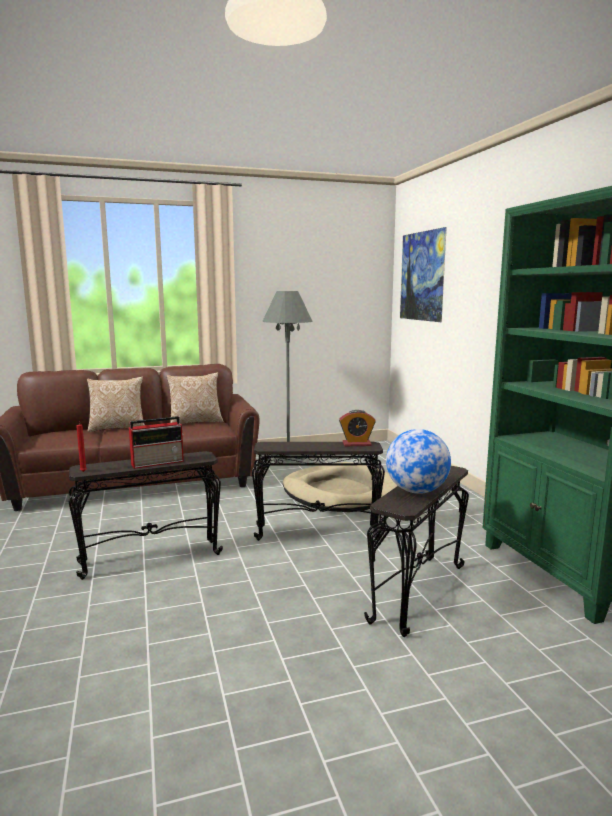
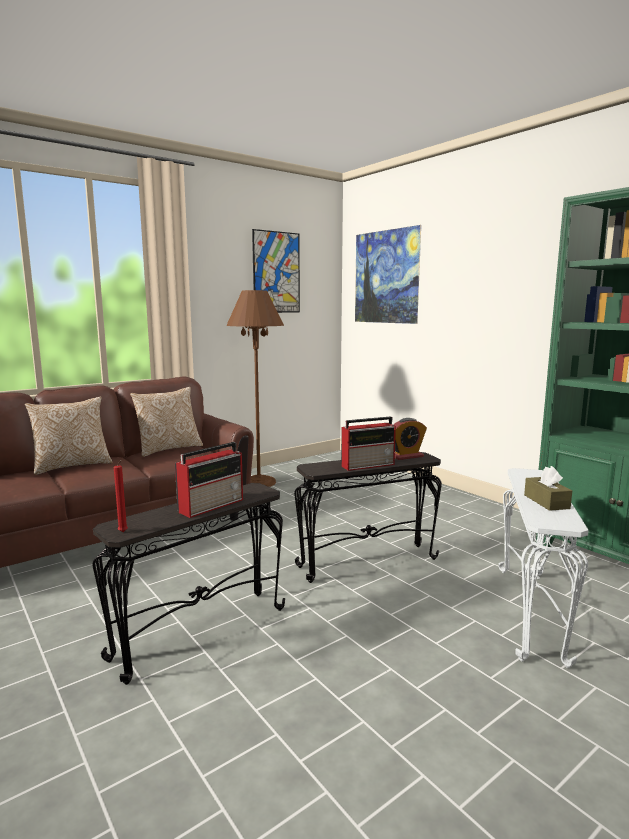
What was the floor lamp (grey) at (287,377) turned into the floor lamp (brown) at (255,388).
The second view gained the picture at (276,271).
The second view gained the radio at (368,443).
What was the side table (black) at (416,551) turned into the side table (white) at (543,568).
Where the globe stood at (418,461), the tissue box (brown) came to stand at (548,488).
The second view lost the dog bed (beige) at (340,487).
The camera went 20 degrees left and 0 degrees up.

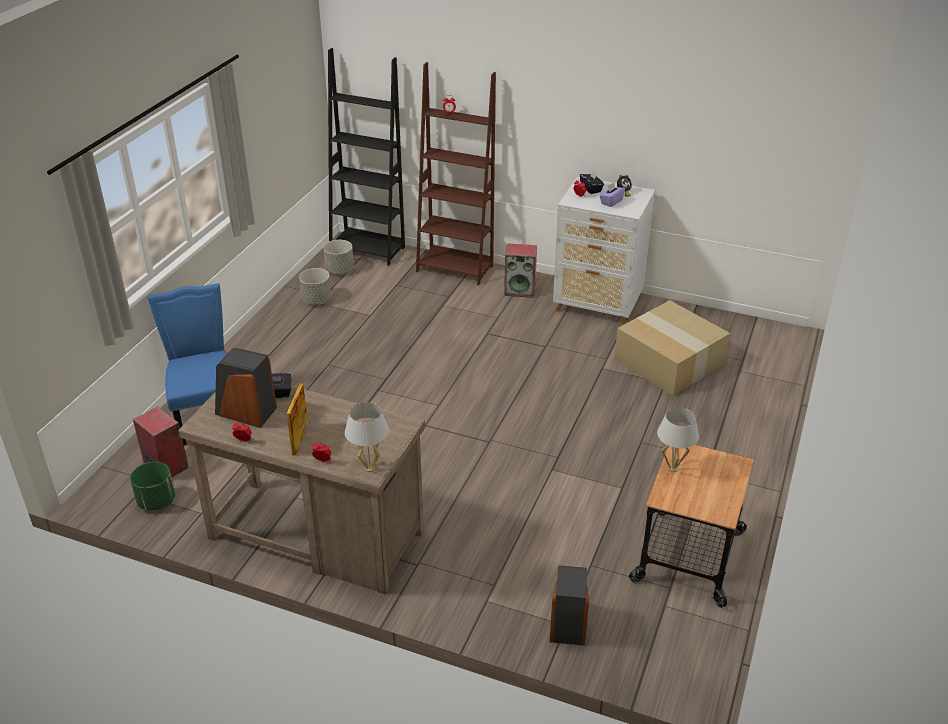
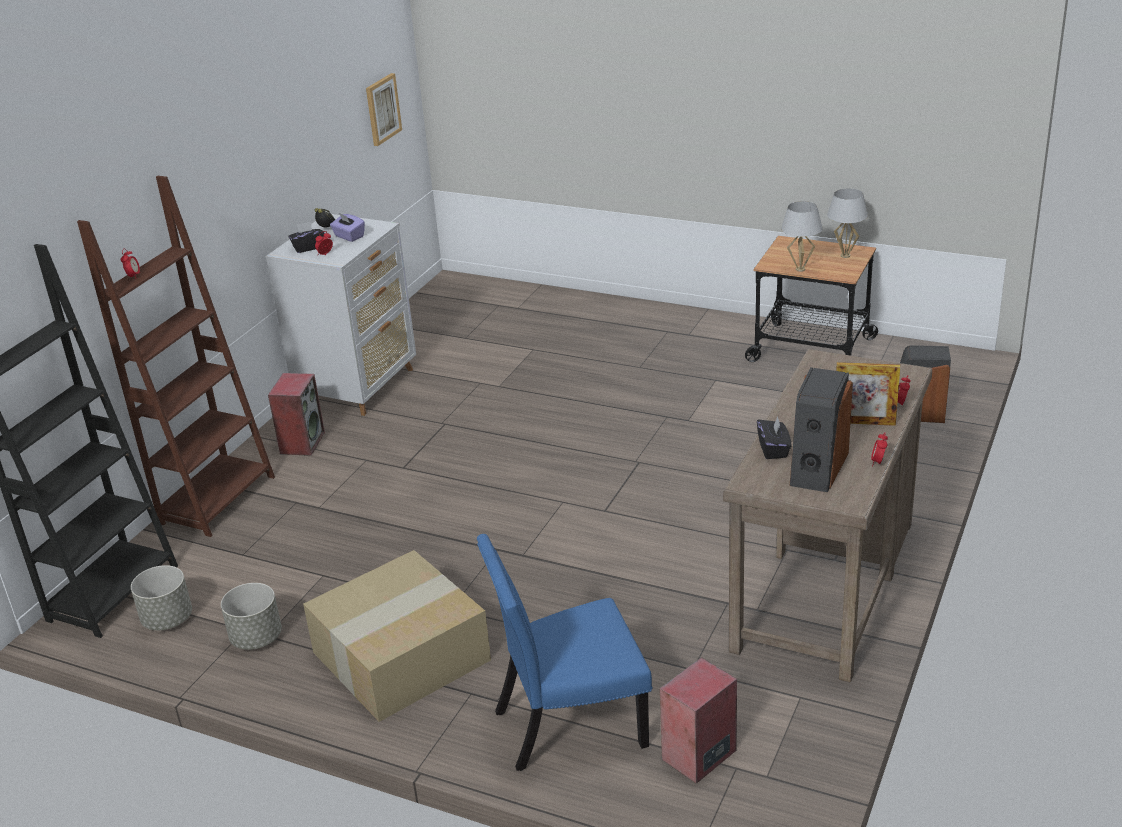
The cardboard box ended up elsewhere, having gone from (672,348) to (397,636).
The second view gained the picture at (384,109).
The table lamp (white) ended up elsewhere, having gone from (367,437) to (847,223).
The second view lost the planter (green) at (152,486).
The camera went 85 degrees left and 5 degrees down.

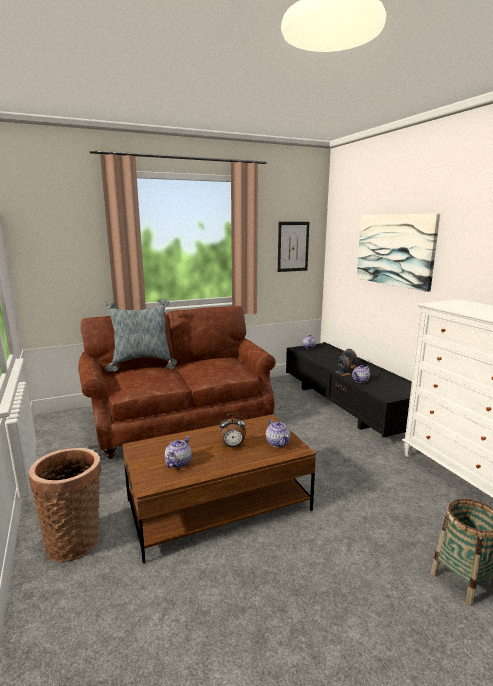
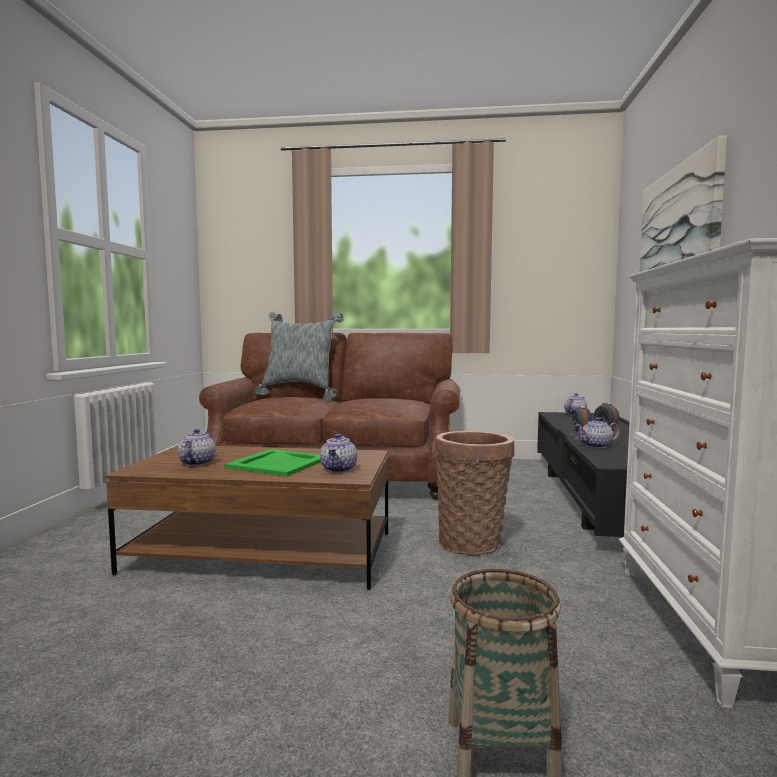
The teapot at (178,452) ended up facing another way, 45 degrees counterclockwise from before.
Where the alarm clock stood at (232,430), the tray (green) came to stand at (272,462).
The basket ended up elsewhere, having gone from (65,505) to (475,493).
The second view lost the picture at (293,247).
The camera went 30 degrees right and 10 degrees down.

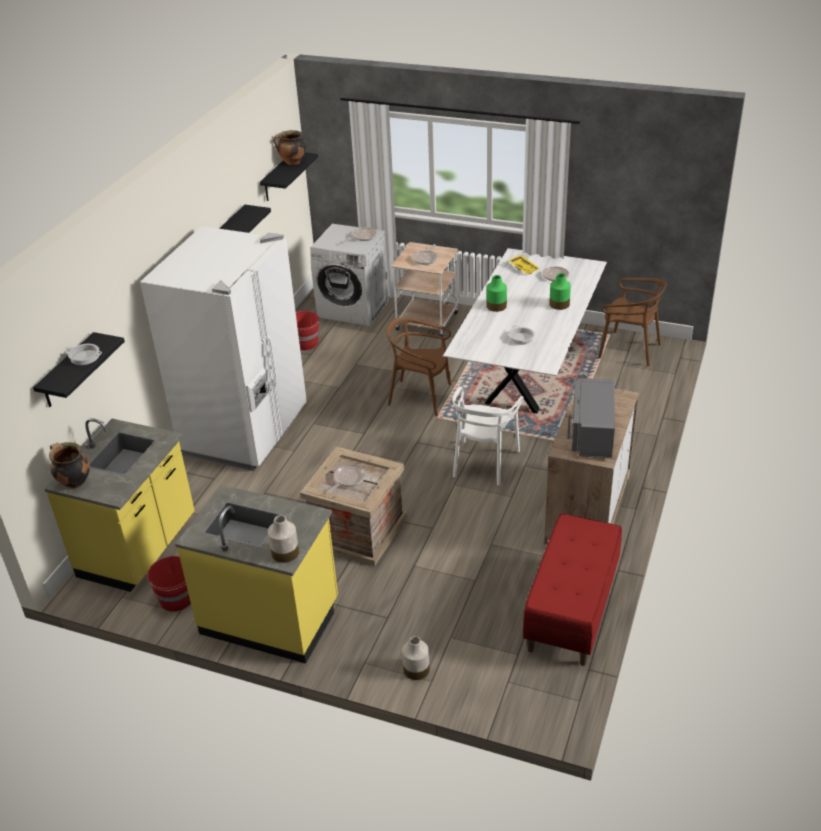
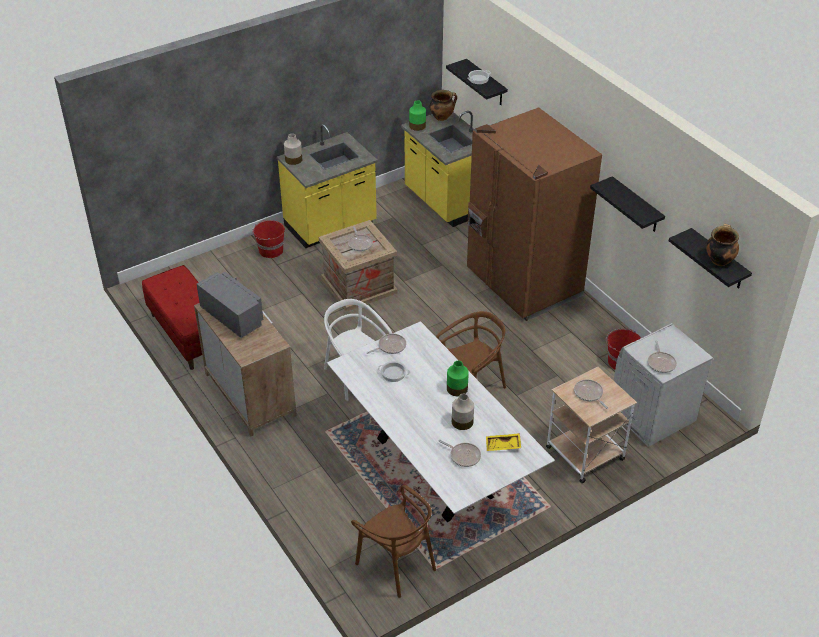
The bucket (red) ended up elsewhere, having gone from (169,584) to (268,239).
The chair (brown) at (632,322) ended up facing another way, 105 degrees counterclockwise from before.
The second view gained the frying pan at (386,344).
The vase (green) ended up elsewhere, having gone from (560,291) to (417,115).
The vase (beige) ended up elsewhere, having gone from (416,658) to (463,412).
What was the fridge (white) at (223,348) turned into the fridge (brown) at (534,214).
The camera went 125 degrees right and 5 degrees up.

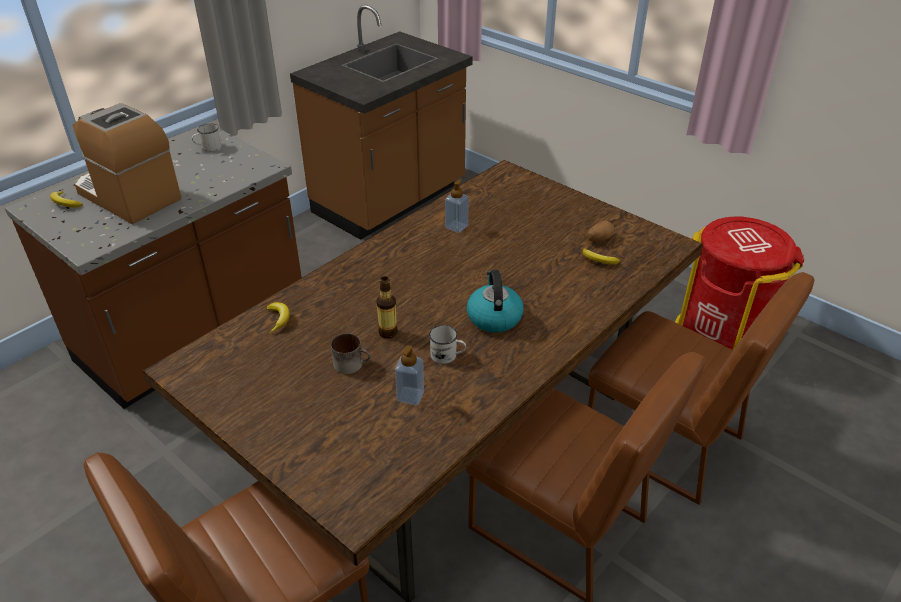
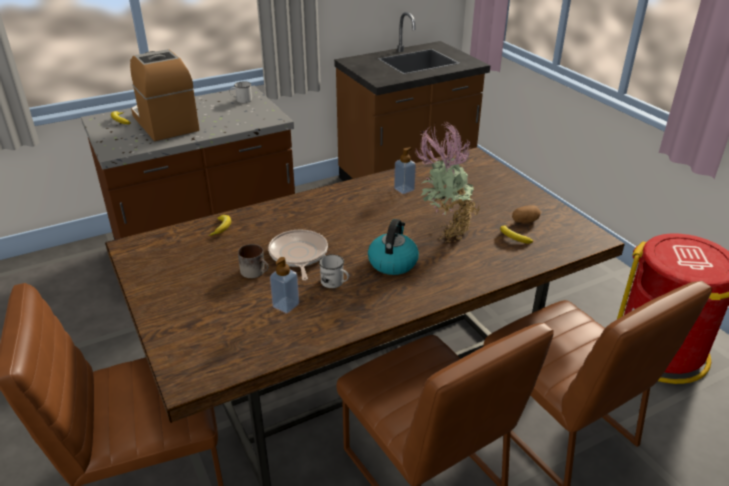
Where the bottle stood at (387,307), the frying pan came to stand at (298,255).
The second view gained the potted plant at (448,182).
The camera went 20 degrees right and 5 degrees down.

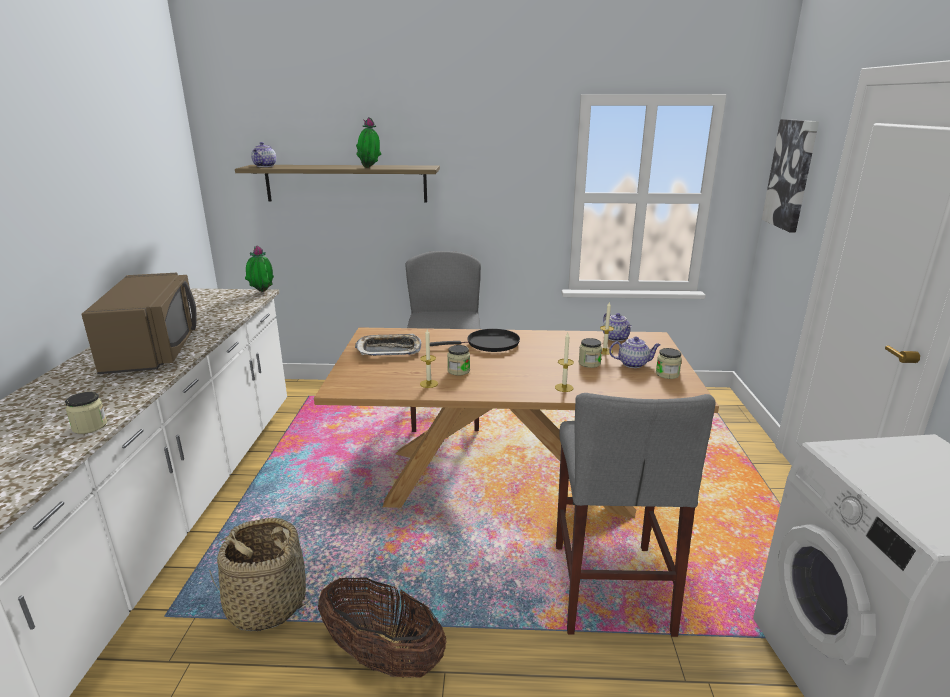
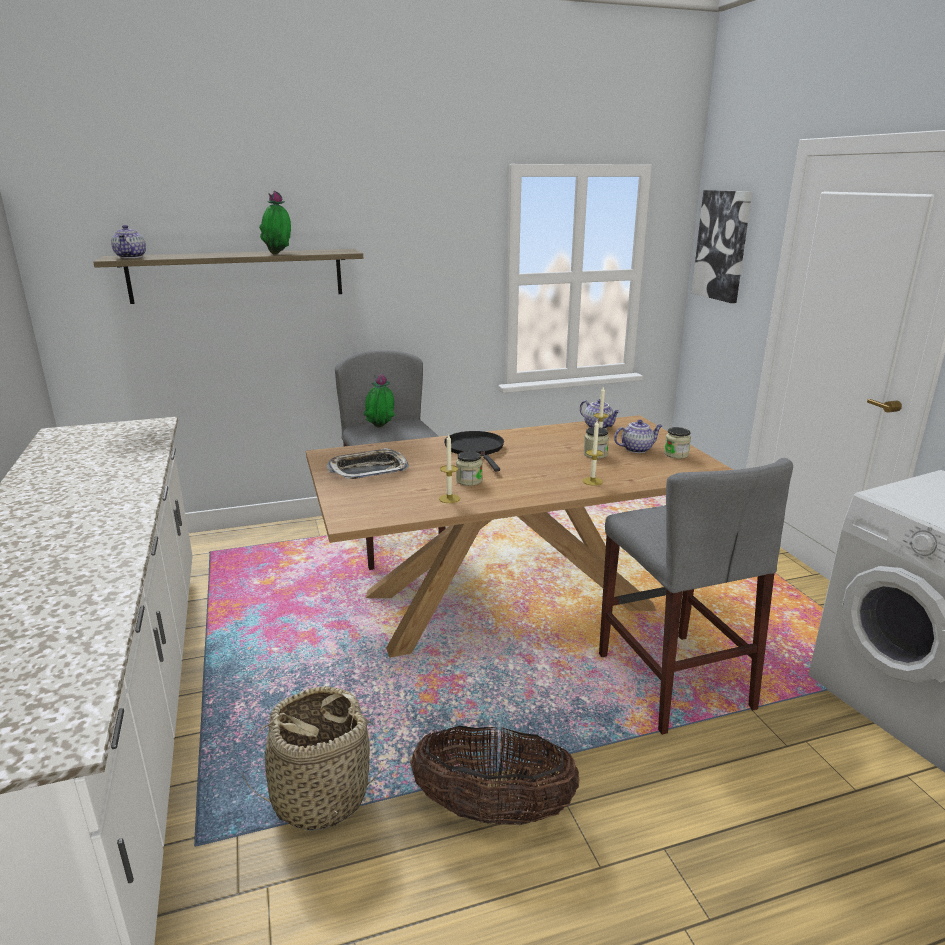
The potted plant ended up elsewhere, having gone from (259,269) to (379,401).
The frying pan (black) at (475,340) ended up facing another way, 75 degrees counterclockwise from before.
The second view lost the jar at (86,413).
The second view lost the microwave (brown) at (139,323).
The camera went 20 degrees left and 0 degrees up.

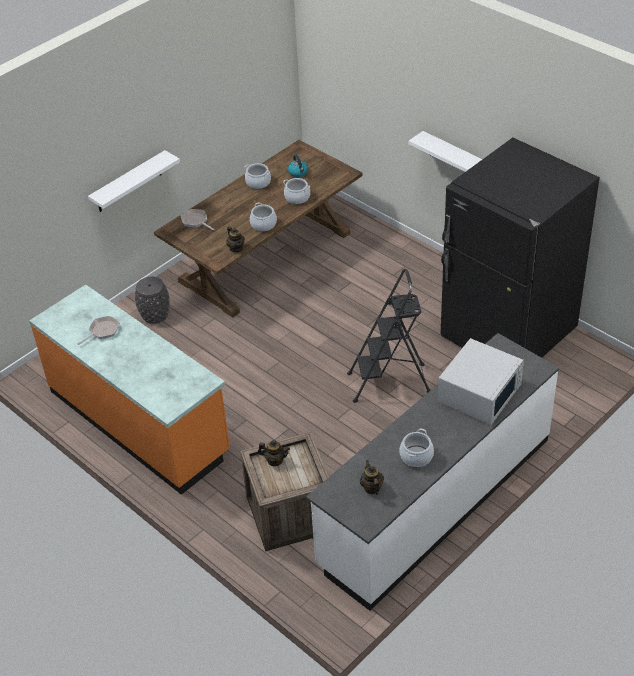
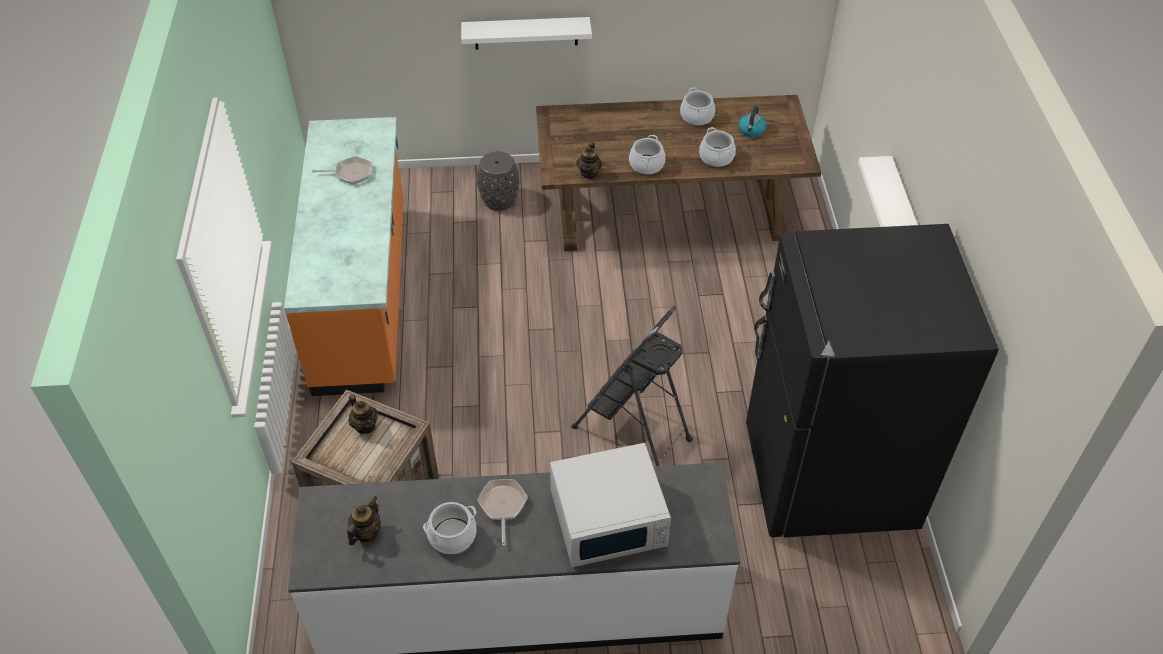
The frying pan ended up elsewhere, having gone from (197,219) to (502,512).
The camera went 40 degrees right and 5 degrees up.

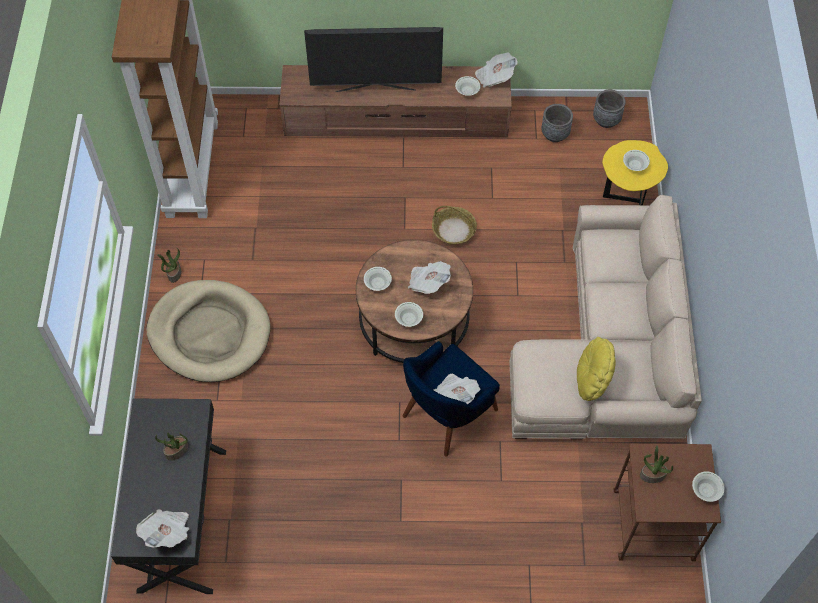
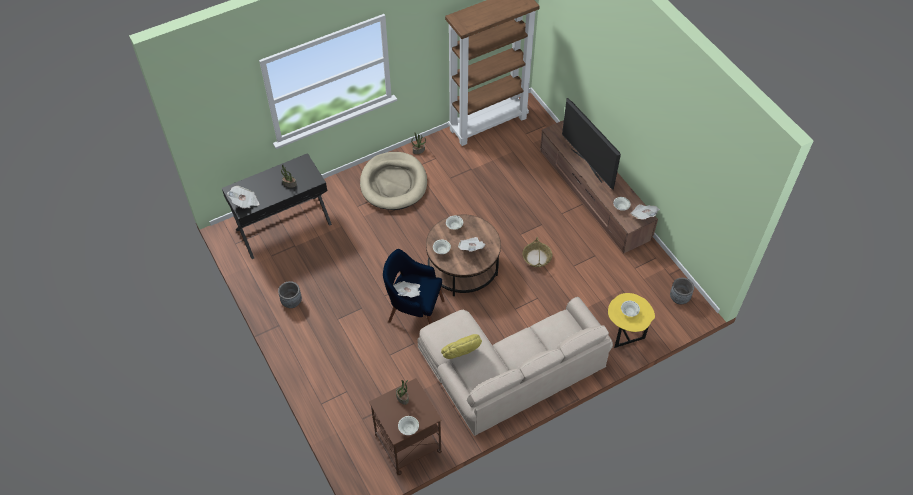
The planter (grey) ended up elsewhere, having gone from (557,123) to (290,294).
The camera went 60 degrees right and 5 degrees down.

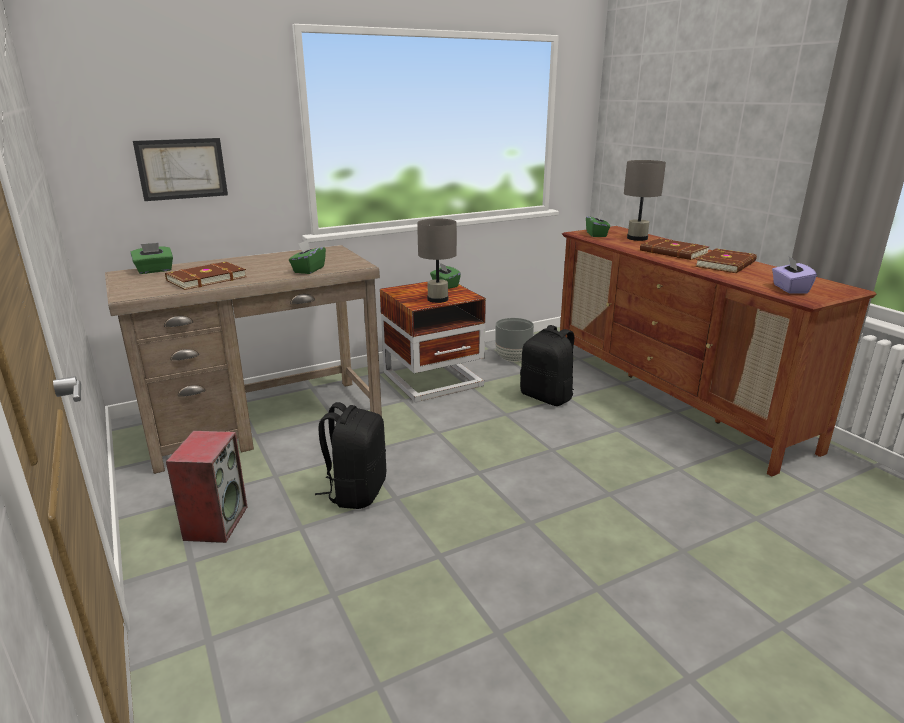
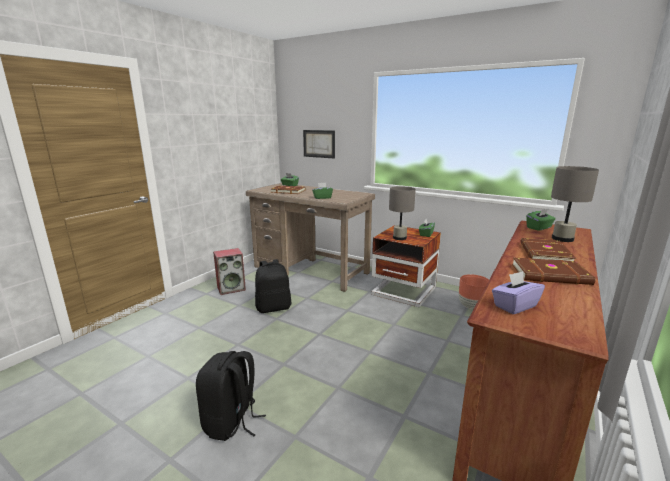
The backpack (black) ended up elsewhere, having gone from (547,365) to (231,396).
What was the planter (grey) at (514,340) turned into the planter (brown) at (474,291).
The camera went 60 degrees right and 5 degrees down.

